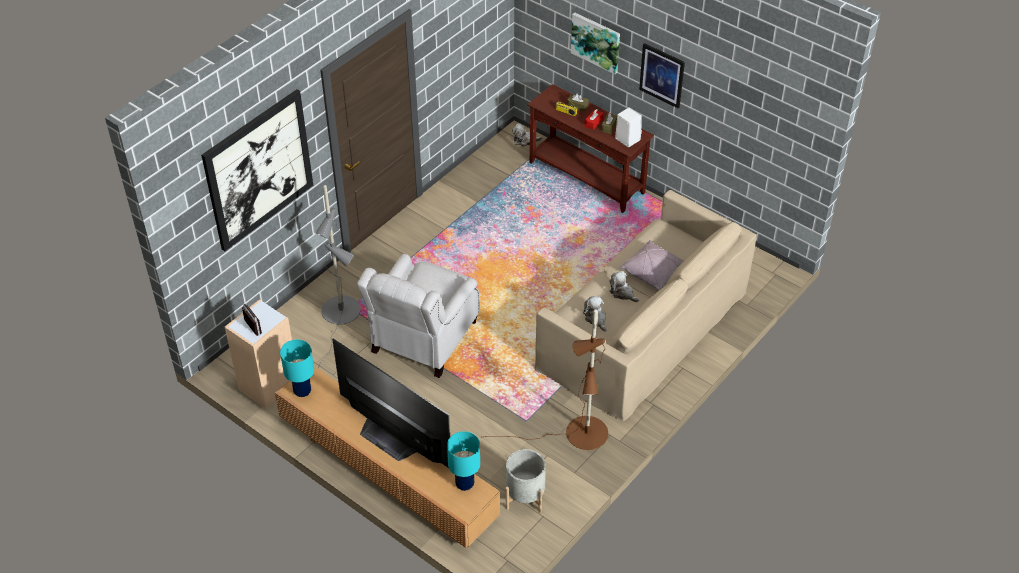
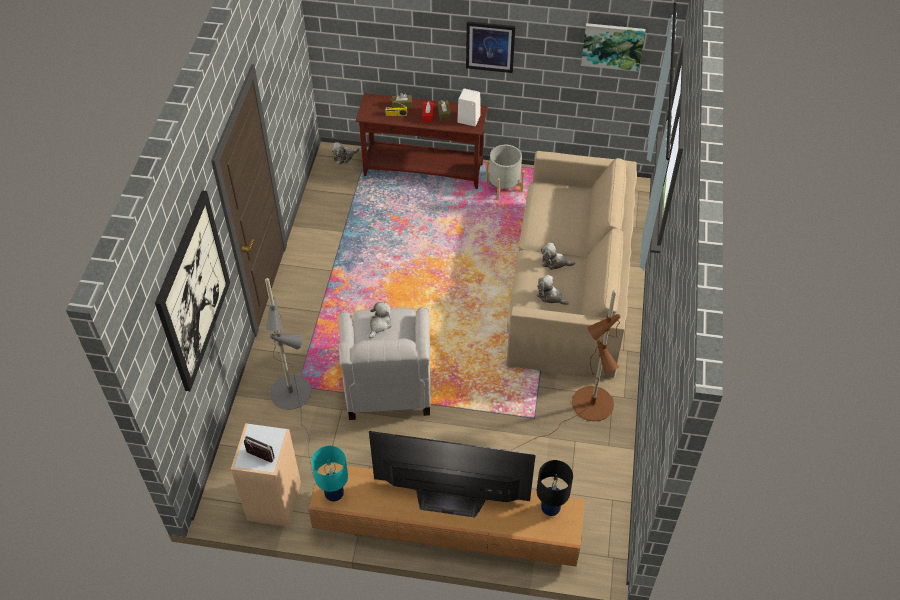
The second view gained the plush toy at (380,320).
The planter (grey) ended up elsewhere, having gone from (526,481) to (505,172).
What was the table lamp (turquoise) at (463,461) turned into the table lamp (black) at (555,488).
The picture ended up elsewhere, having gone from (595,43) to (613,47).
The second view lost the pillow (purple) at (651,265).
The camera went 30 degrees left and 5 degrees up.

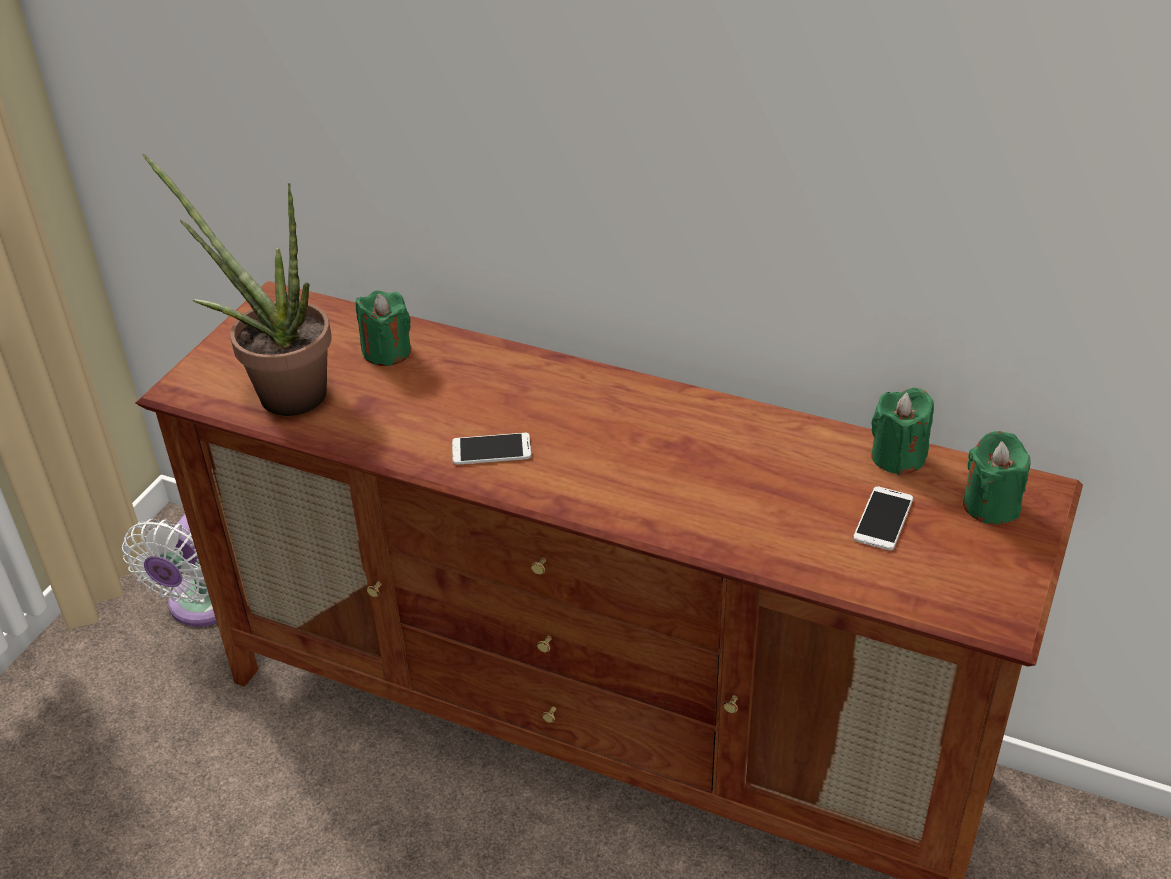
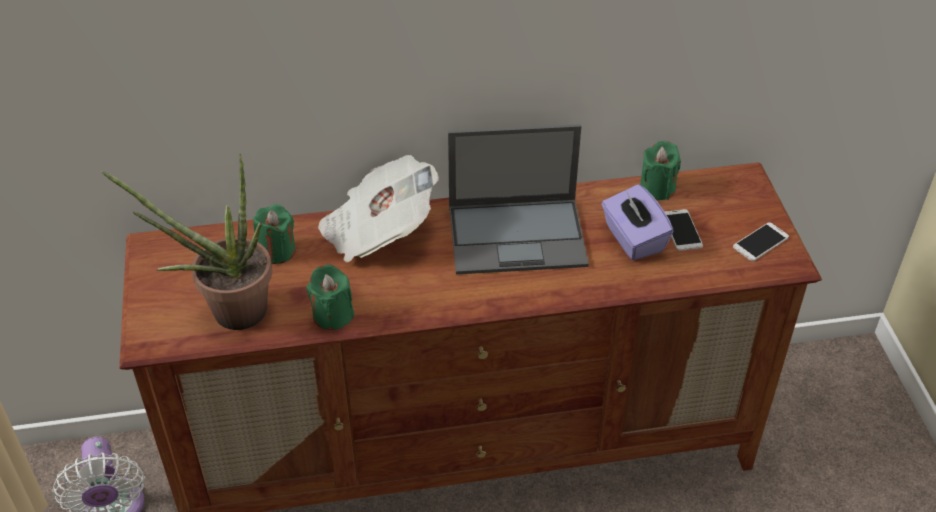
The candle (green) ended up elsewhere, having gone from (997,477) to (330,297).
The second view gained the newspaper at (378,208).
The second view gained the laptop at (518,199).
The second view gained the tissue box (purple) at (638,222).
The phone ended up elsewhere, having gone from (491,449) to (761,241).
The camera went 35 degrees left and 5 degrees up.

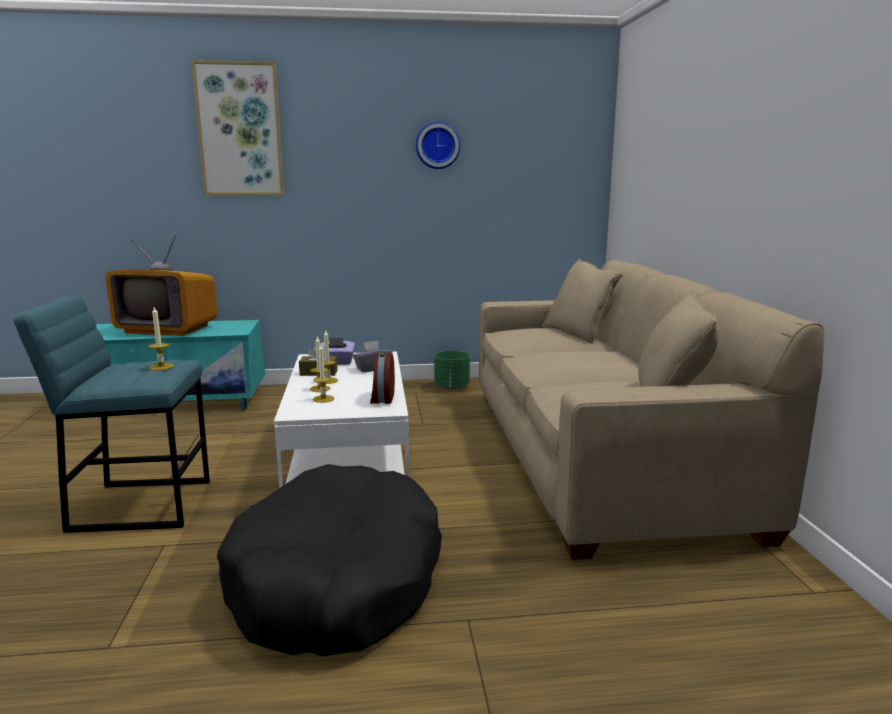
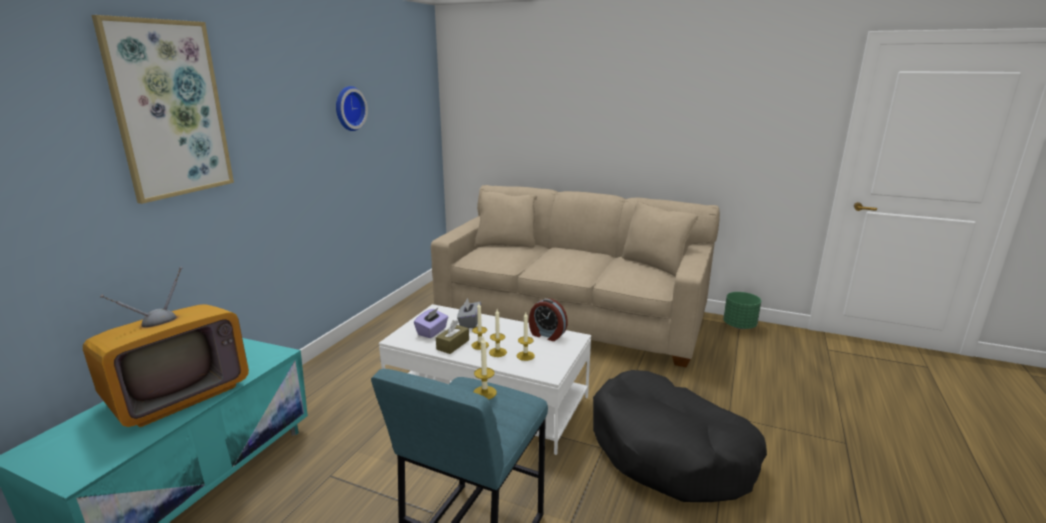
The planter (green) ended up elsewhere, having gone from (452,370) to (742,310).
The camera went 60 degrees left and 5 degrees up.

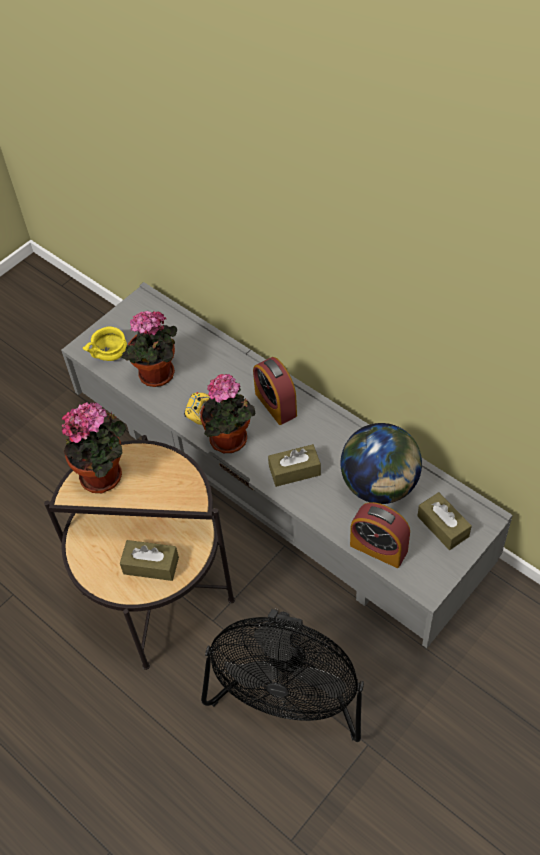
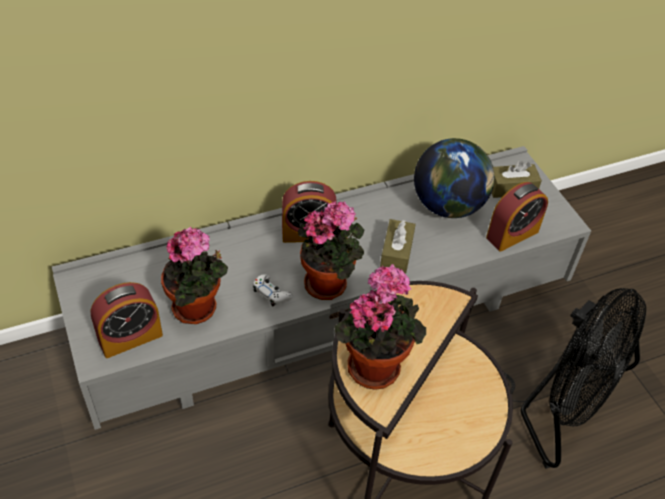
Where the bowl (yellow) stood at (105,343), the alarm clock came to stand at (126,320).
What was the game controller (yellow) at (197,408) turned into the game controller (white) at (273,290).
The second view lost the tissue box (brown) at (149,560).
The camera went 70 degrees left and 5 degrees down.

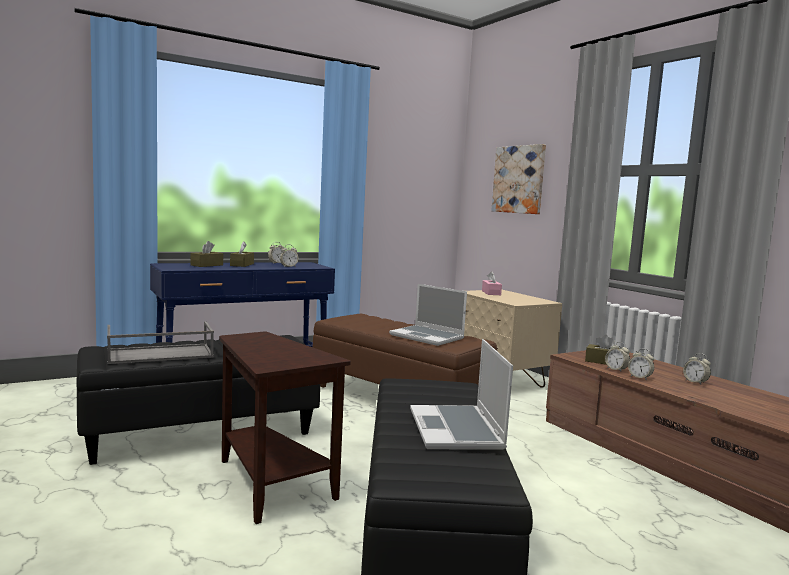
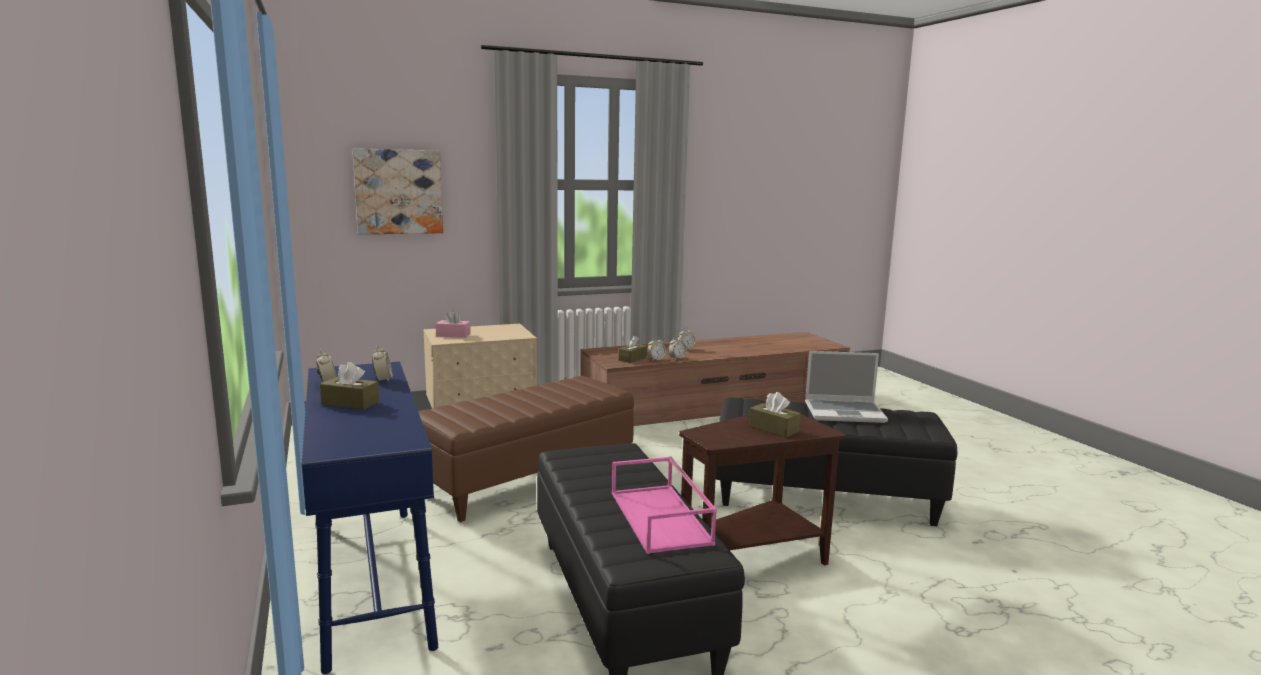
What was the tray (grey) at (160,342) turned into the tray (pink) at (664,505).
The tissue box (brown) ended up elsewhere, having gone from (206,254) to (775,414).
The second view lost the laptop at (428,315).
The camera went 80 degrees left and 5 degrees up.

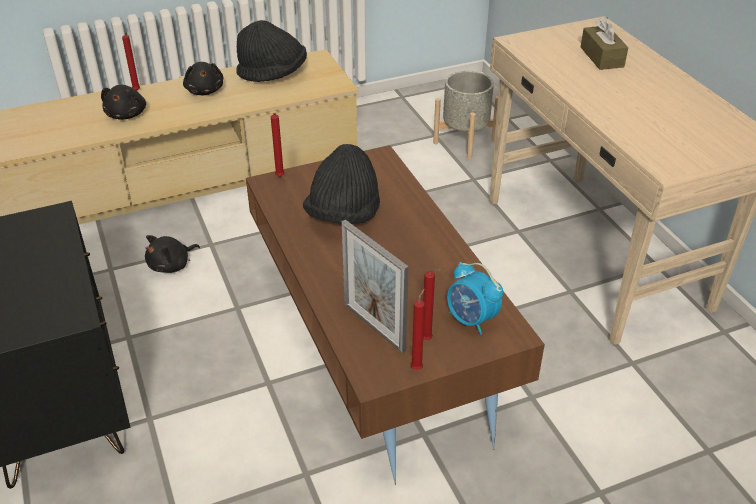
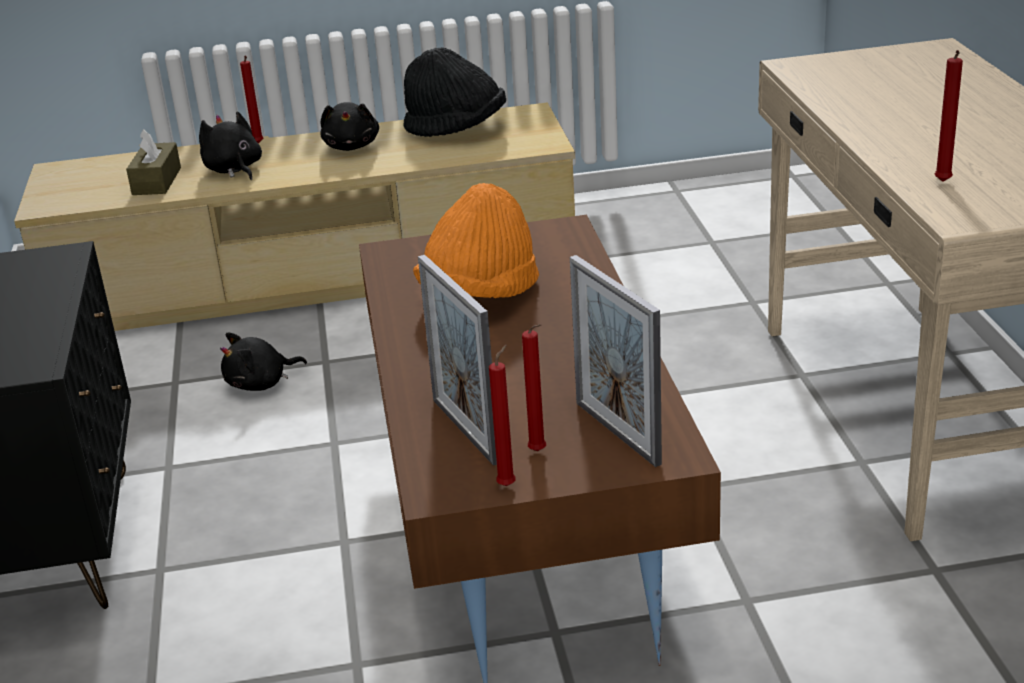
The tissue box (brown) ended up elsewhere, having gone from (604,43) to (153,162).
The plush toy (black) at (123,102) ended up facing another way, 135 degrees clockwise from before.
What was the hat (black) at (341,184) turned into the hat (orange) at (476,240).
Where the alarm clock stood at (475,298), the picture frame came to stand at (616,361).
The candle (red) ended up elsewhere, having gone from (278,145) to (948,116).
The second view lost the planter (grey) at (465,115).
The camera went 15 degrees right and 10 degrees down.

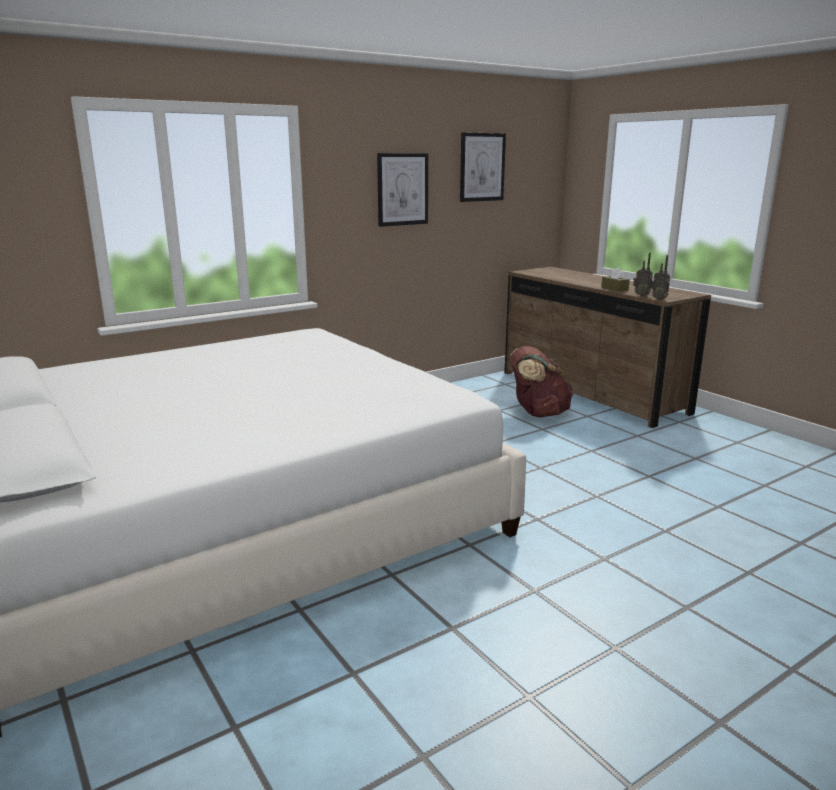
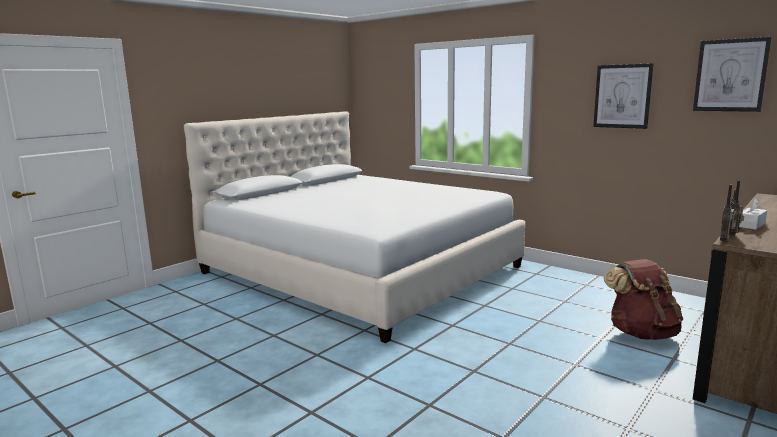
What was the tissue box (brown) at (615,279) turned into the tissue box (white) at (753,214).
The camera went 75 degrees right and 5 degrees down.

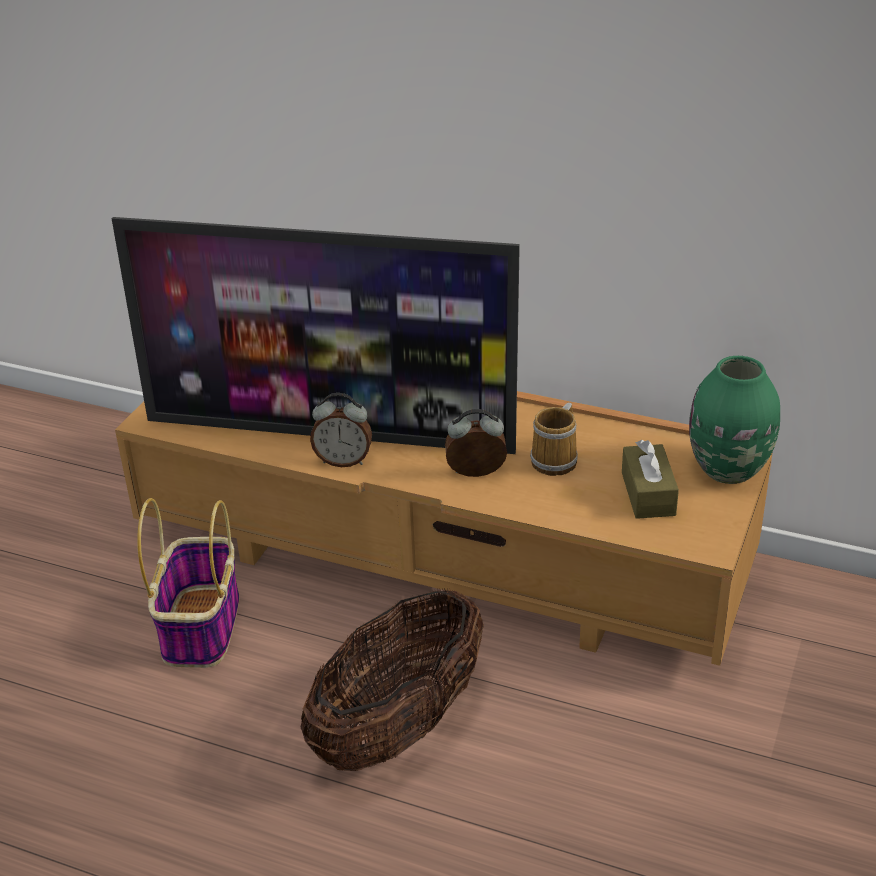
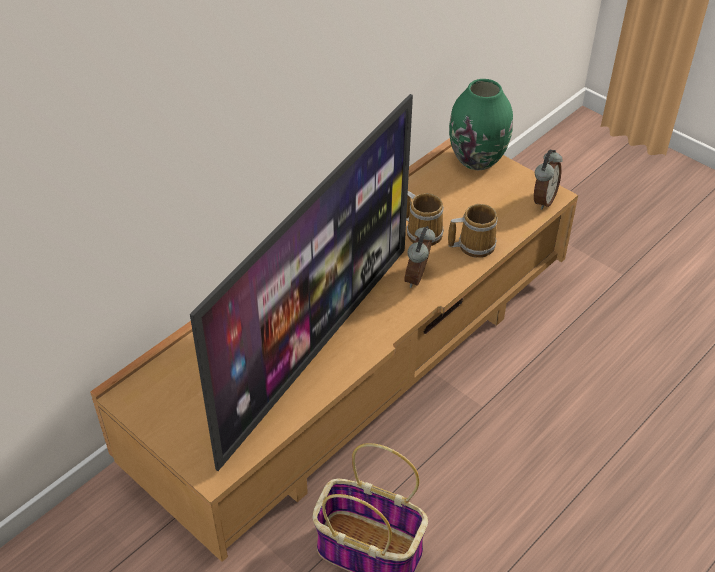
The second view gained the mug at (473,231).
The alarm clock ended up elsewhere, having gone from (341,430) to (548,179).
The second view lost the basket at (392,679).
The second view lost the tissue box (brown) at (650,479).
The camera went 70 degrees left and 10 degrees up.

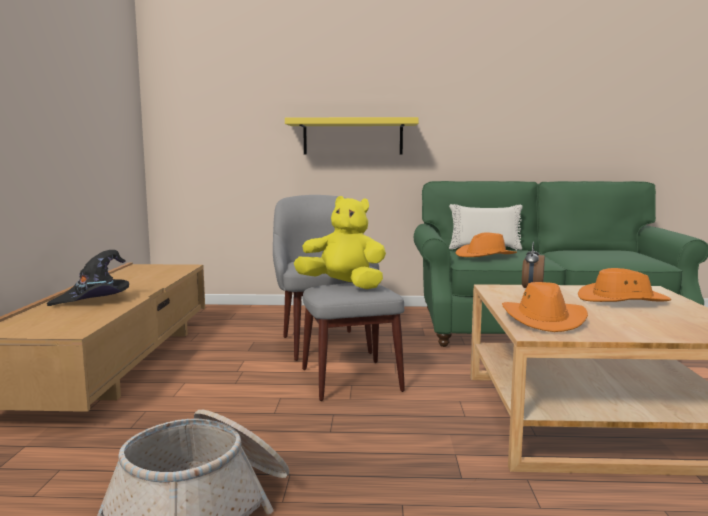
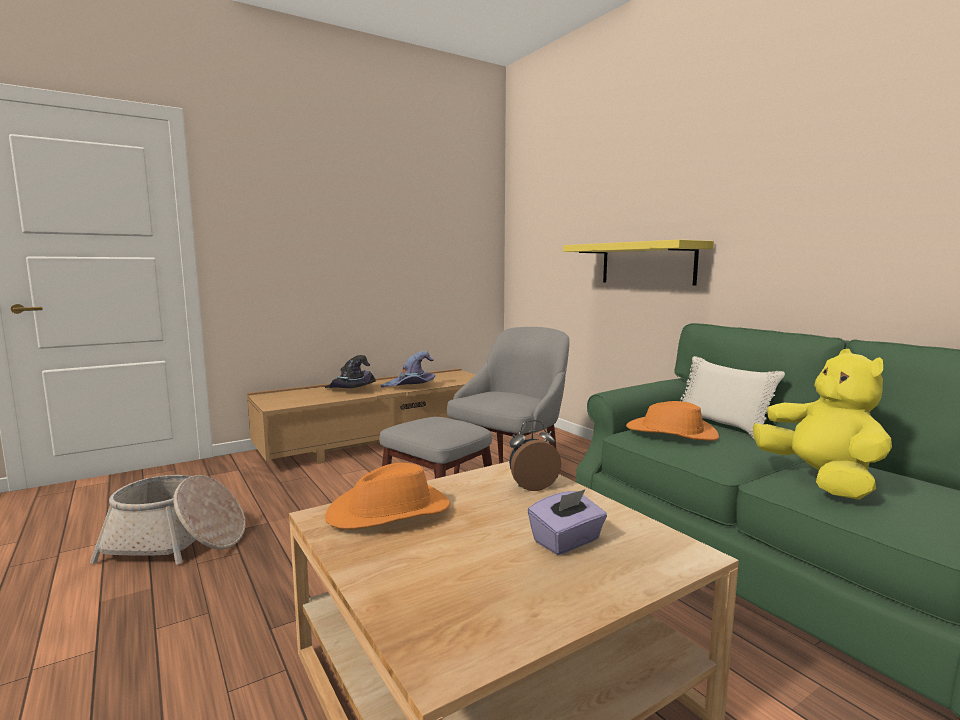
The second view gained the hat (purple) at (408,369).
Where the hat (orange) stood at (624,285), the tissue box (purple) came to stand at (567,522).
The plush toy (yellow) ended up elsewhere, having gone from (340,242) to (822,424).
The camera went 55 degrees right and 0 degrees up.

